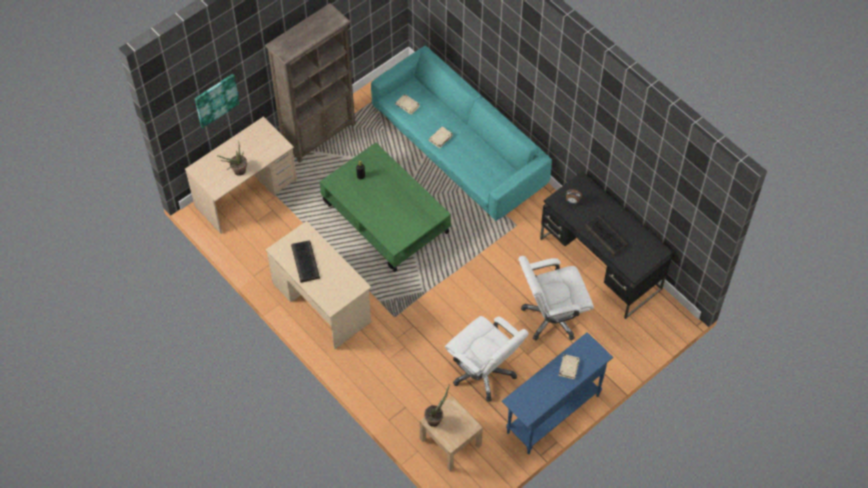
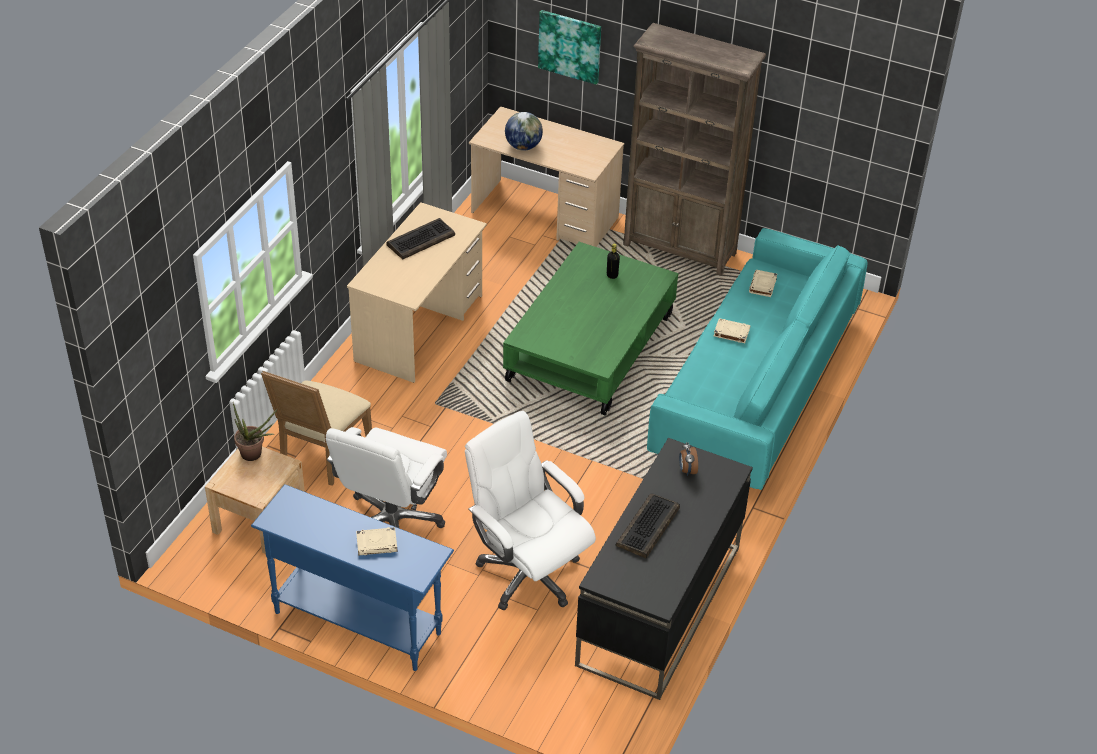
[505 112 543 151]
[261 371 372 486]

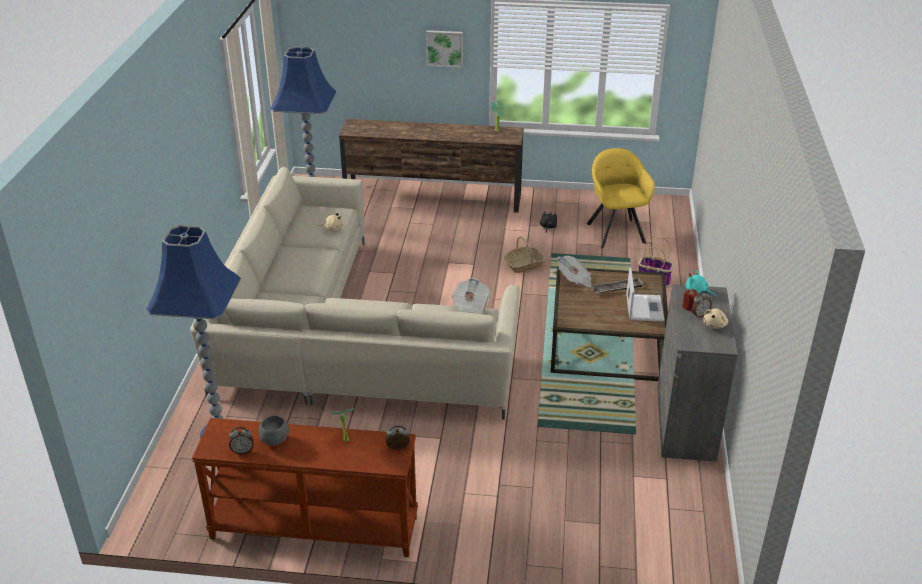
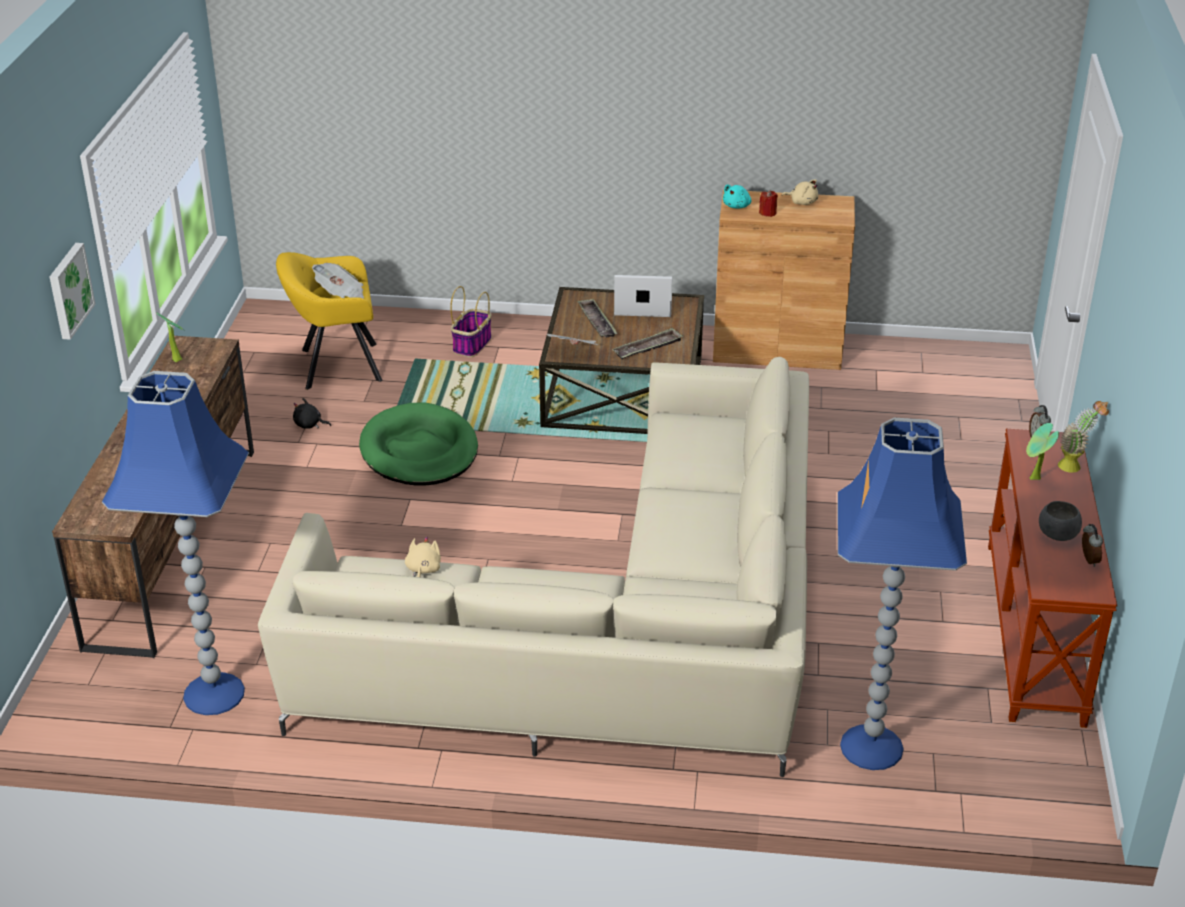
[359 402 478 485]
[312 263 364 299]
[713 190 855 370]
[692 291 712 318] (first image)
[612 328 683 359]
[1058 401 1109 473]

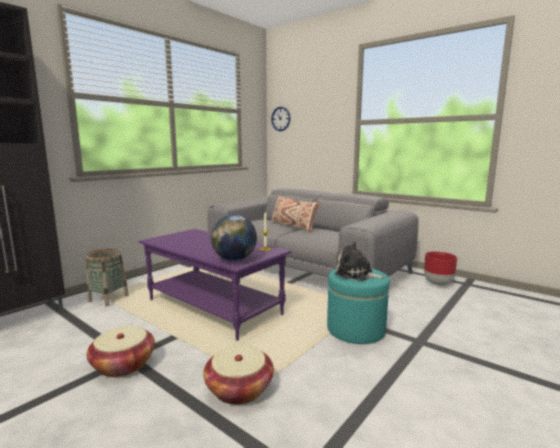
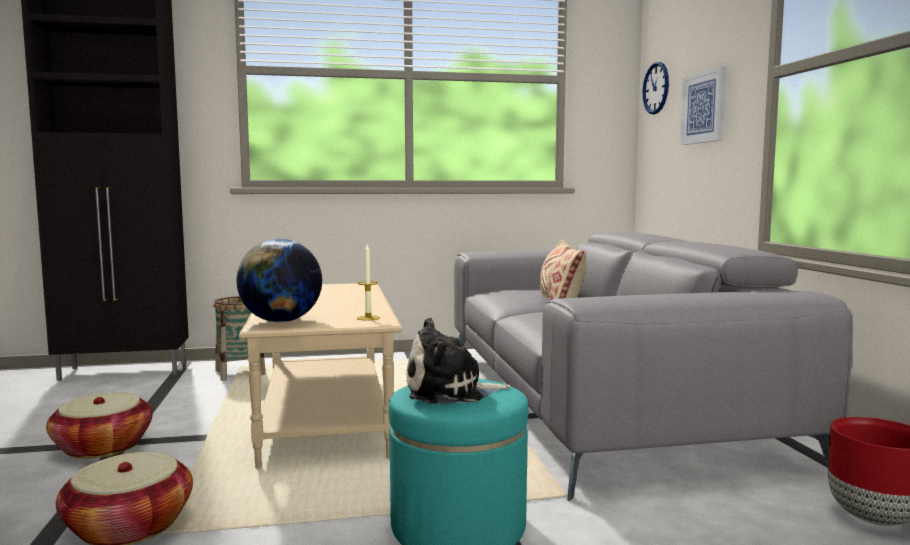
[239 283 403 468]
[406 318 510 404]
[680 66 726 145]

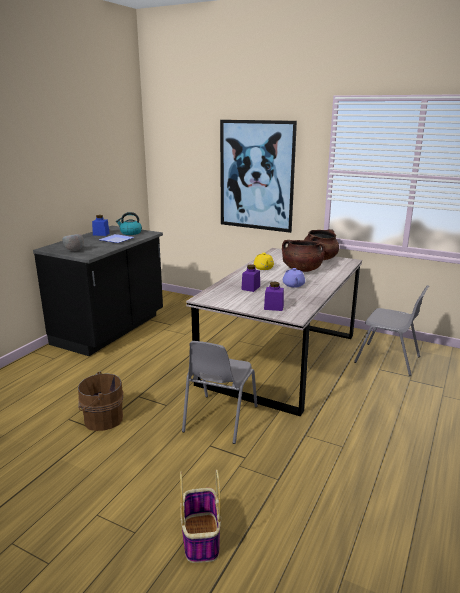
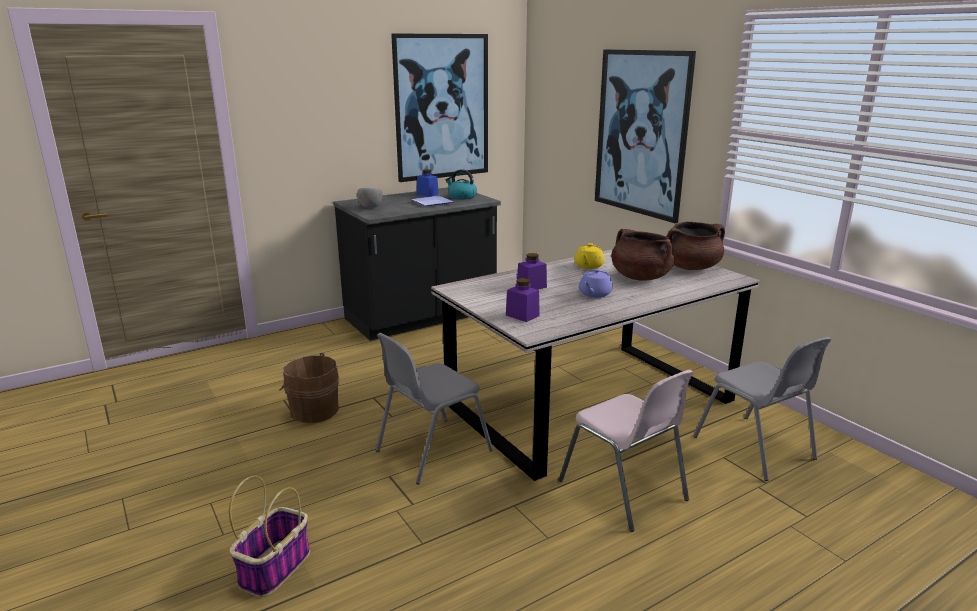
[391 34 488 182]
[559 370 693 532]

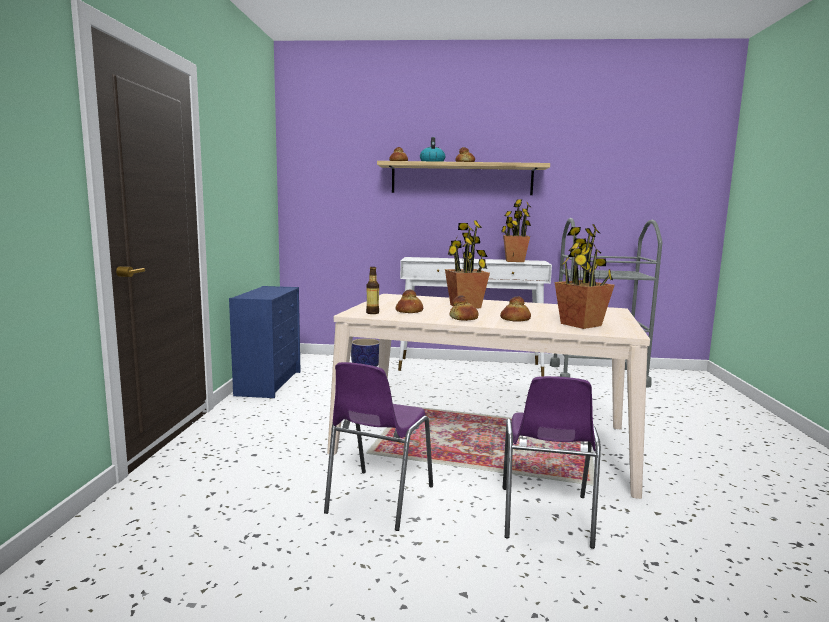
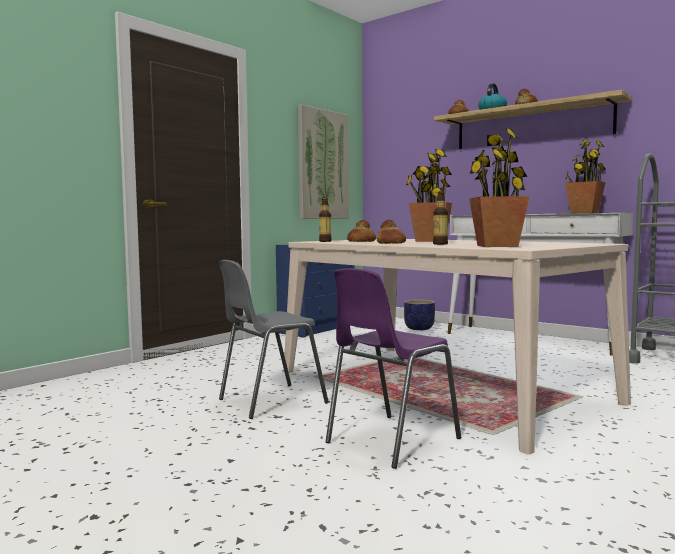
[433 191 448 245]
[218 260 329 419]
[298 104 349 219]

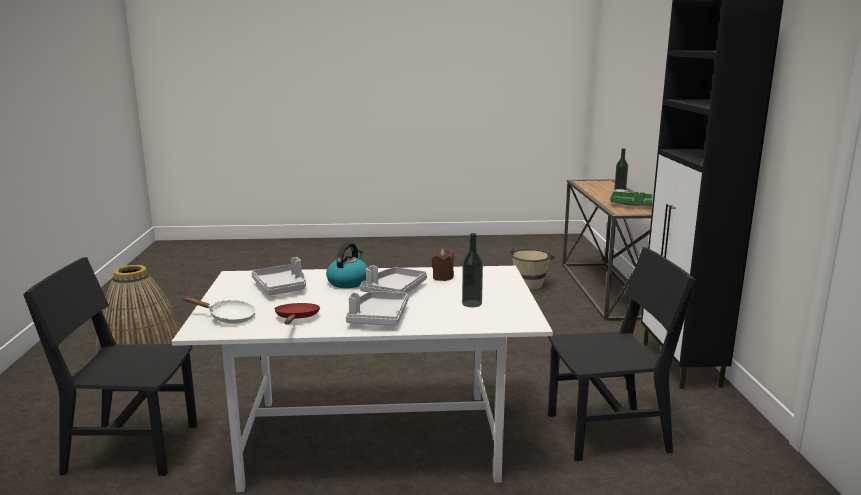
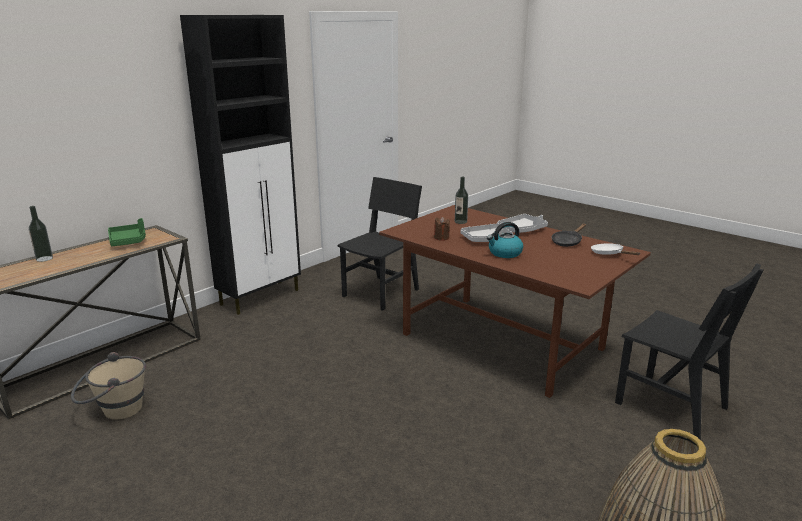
[338 177 422 311]
[252 257 306 295] (first image)
[379 205 651 398]
[551 224 586 247]

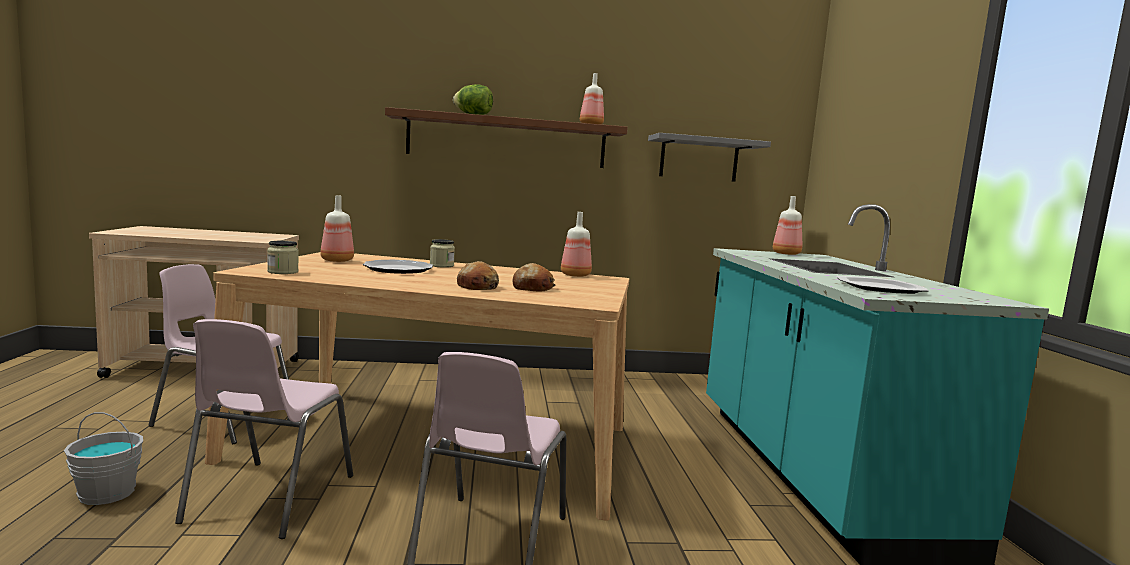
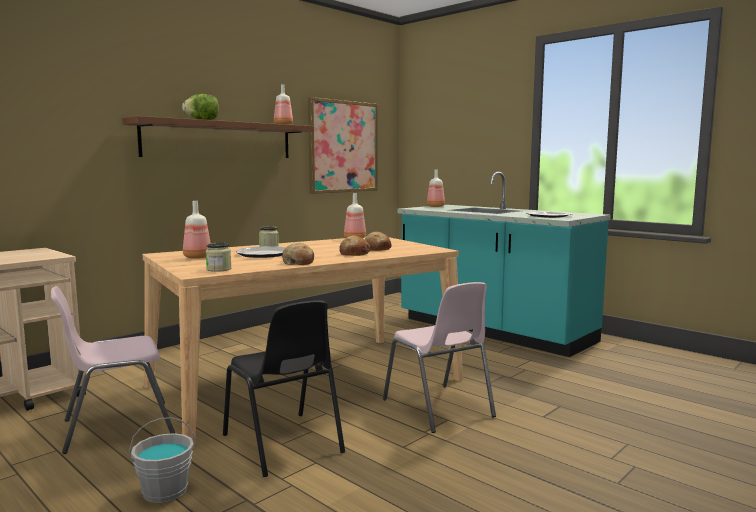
[308 97 378 194]
[223 300 345 477]
[282 243 314 265]

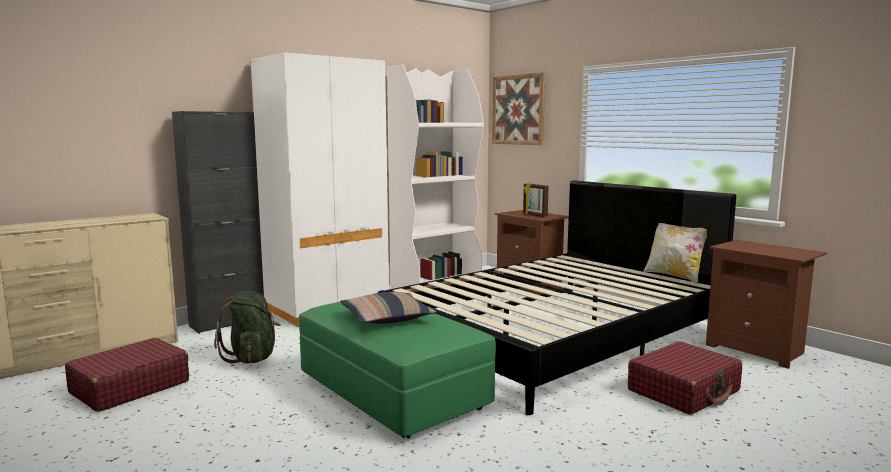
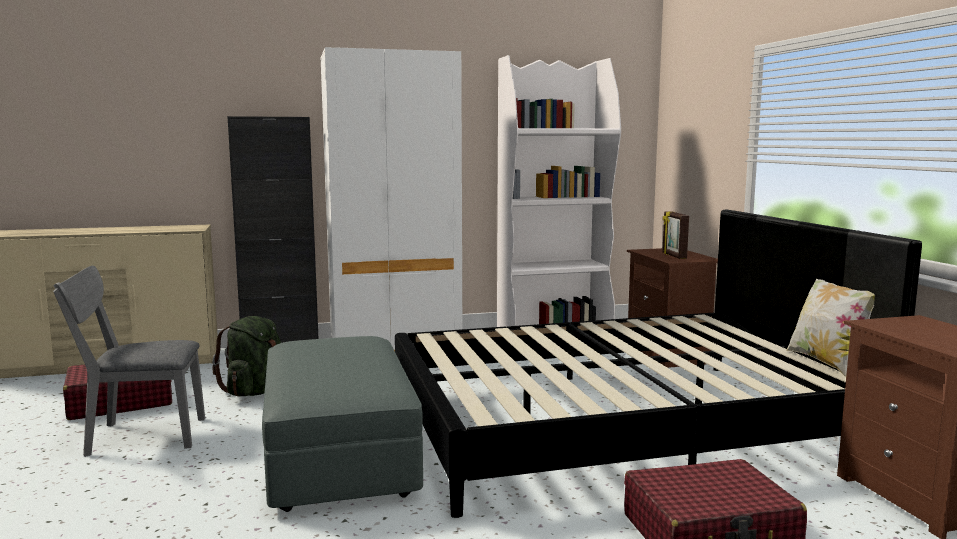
[492 72 545 145] (first image)
[340 292 436 324] (first image)
[262 336 423 512]
[53 266 205 457]

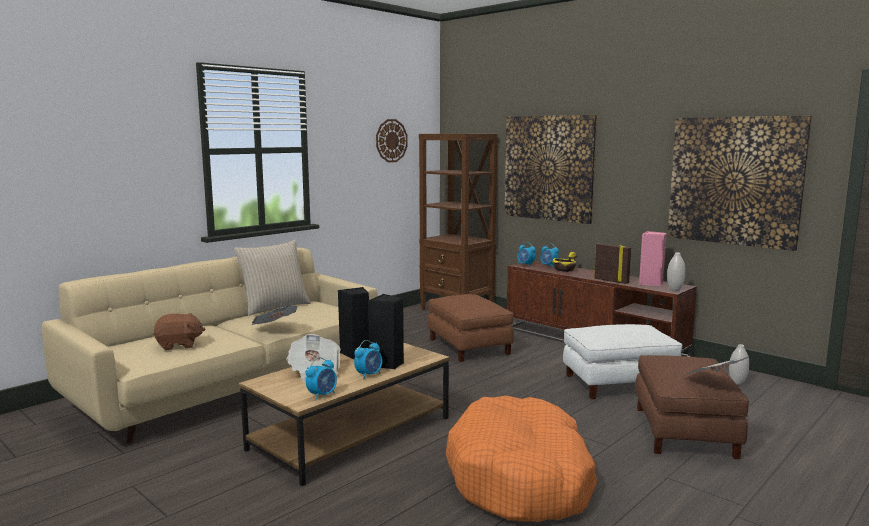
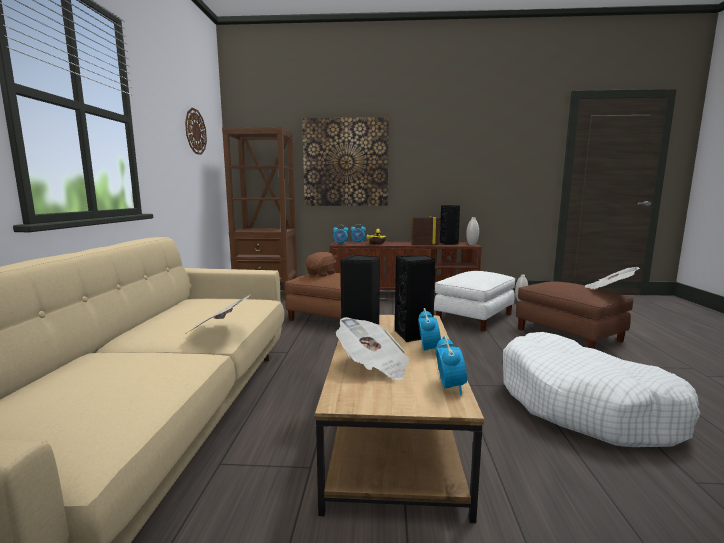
[668 116 812 251] (first image)
[440 205 460 245]
[234 240 311 316] (first image)
[306 252 337 276]
[503 332 701 447]

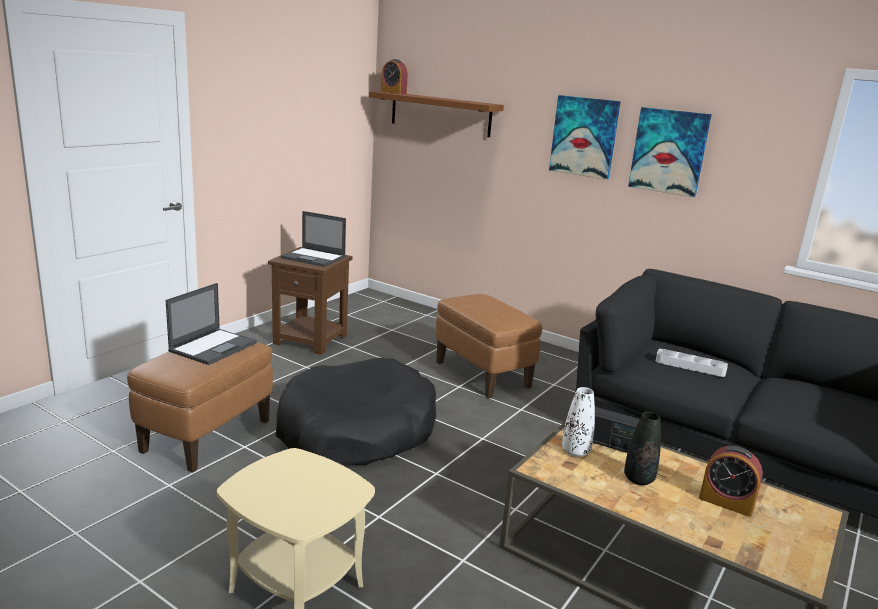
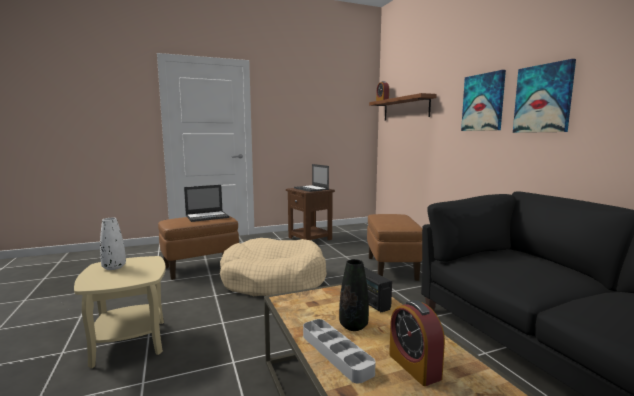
[303 319 376 383]
[220 238 327 296]
[100 218 126 270]

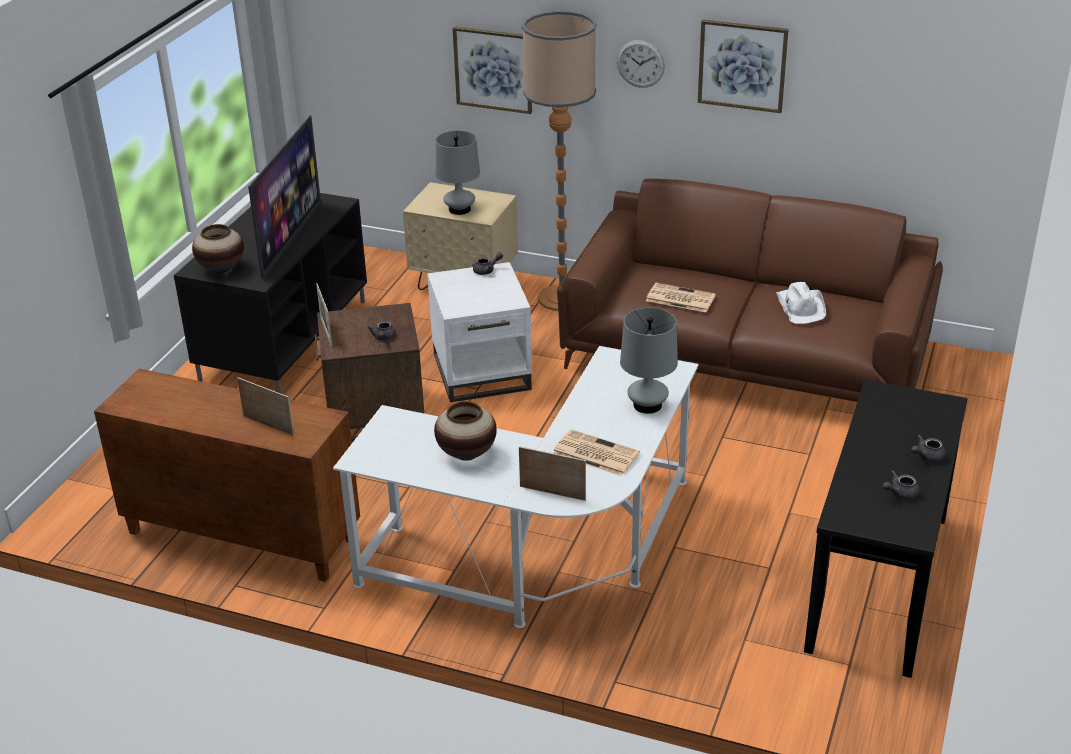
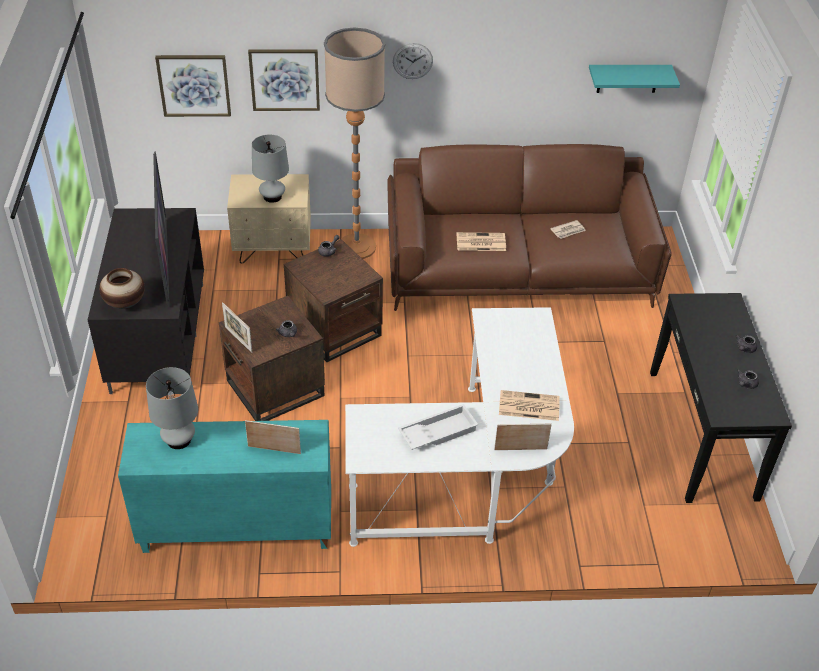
[155 55 231 117]
[284 239 383 362]
[550 220 586 239]
[146 367 198 449]
[118 420 331 553]
[398 404 478 450]
[589 65 680 93]

